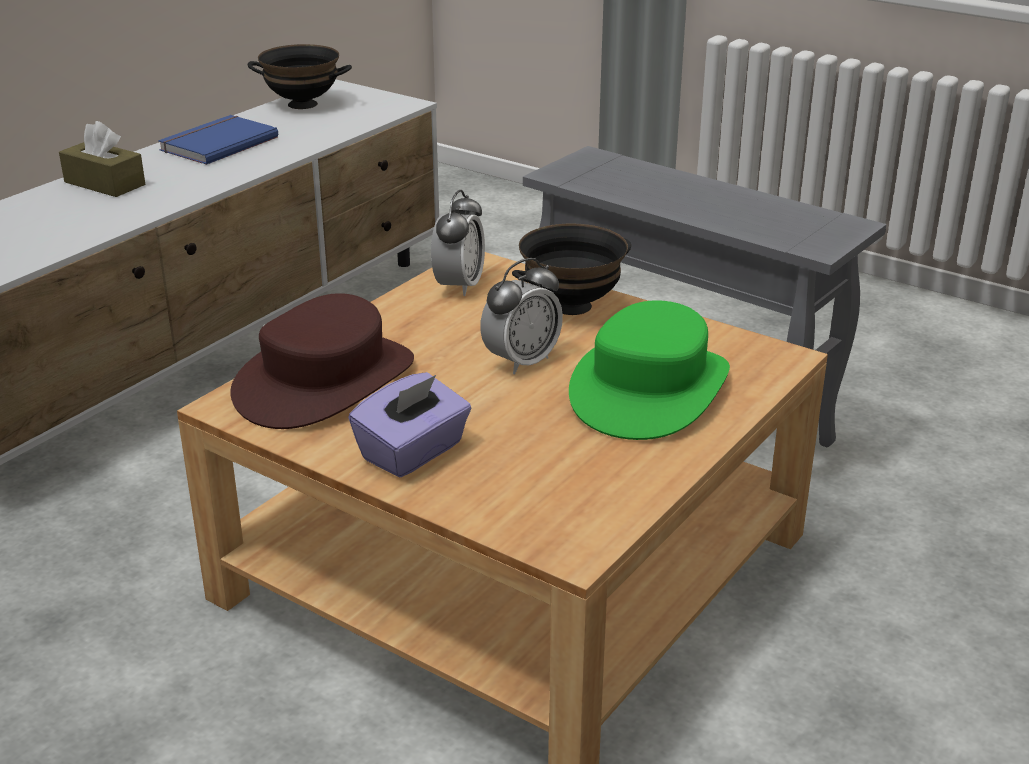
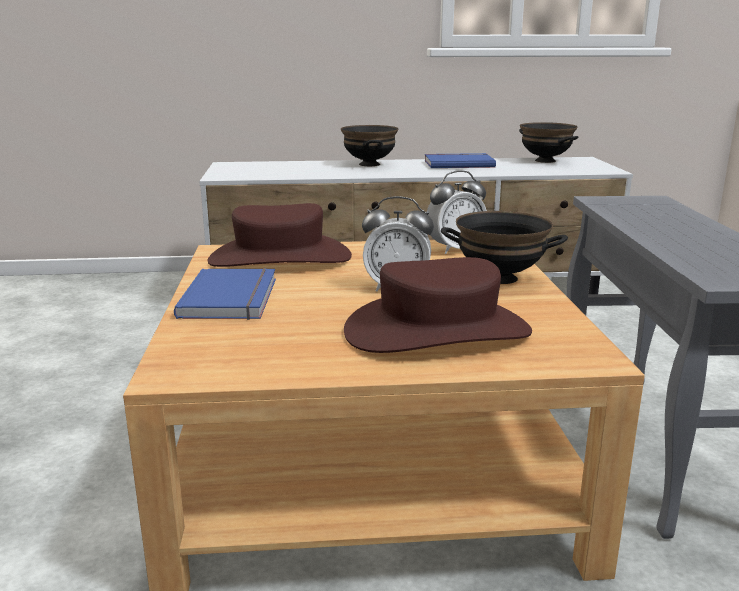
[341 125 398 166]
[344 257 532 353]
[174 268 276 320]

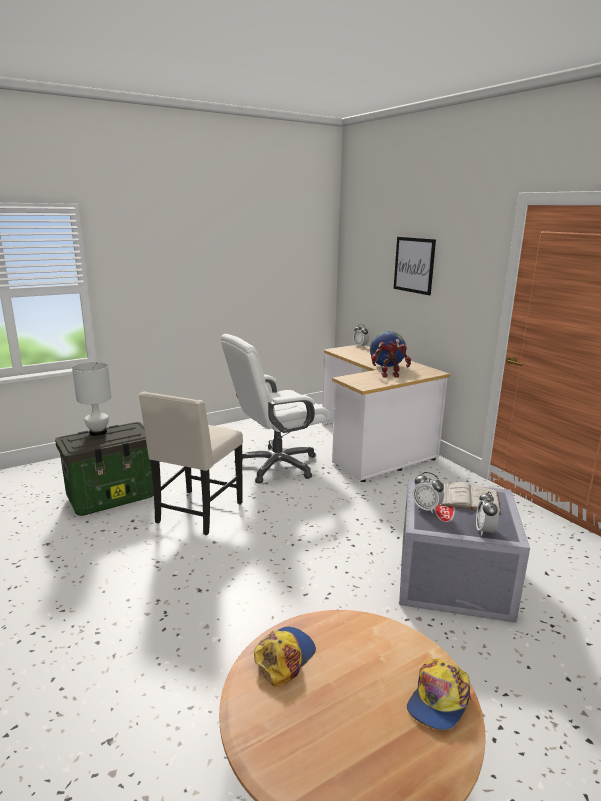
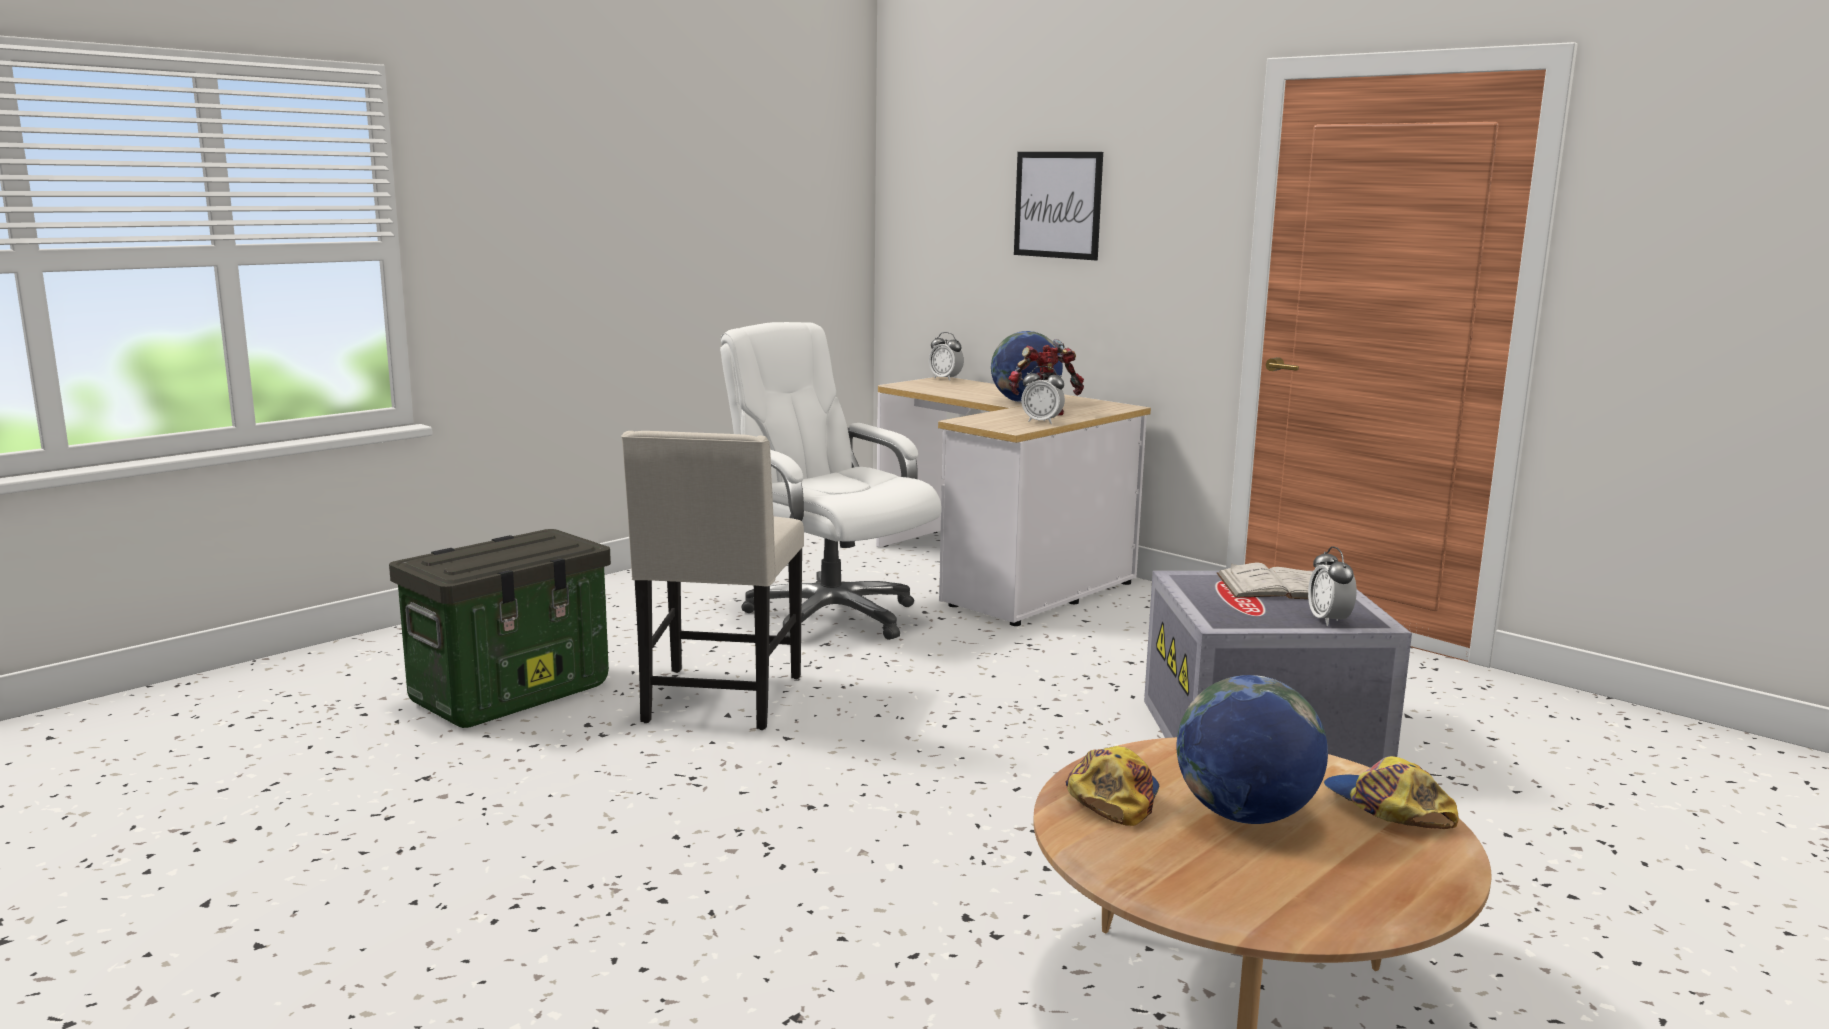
[720 322 942 640]
[72 362 111 436] (first image)
[1021 366 1065 424]
[1324 756 1459 829]
[1177 675 1328 824]

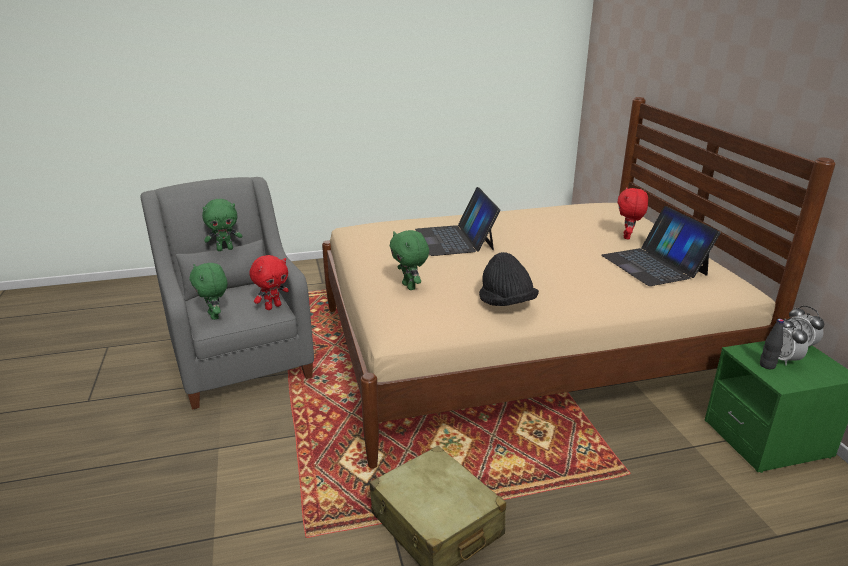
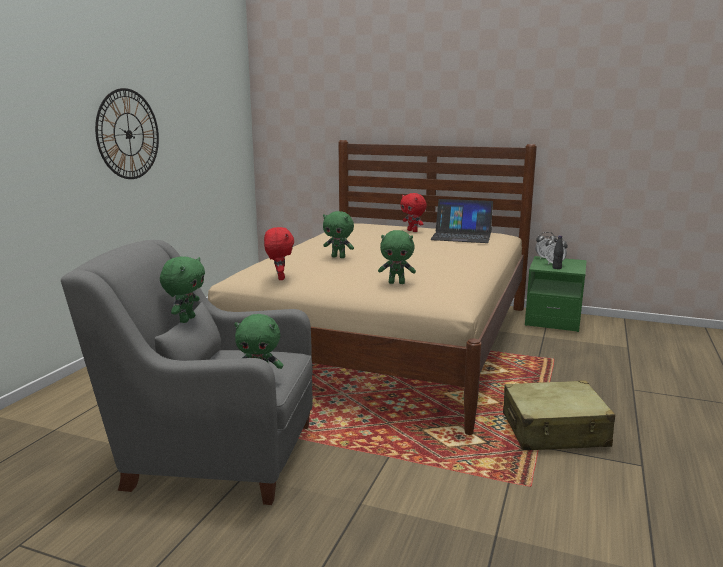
[323 211 354 258]
[479 252 539 306] (first image)
[264 227 294 280]
[95 88 159 179]

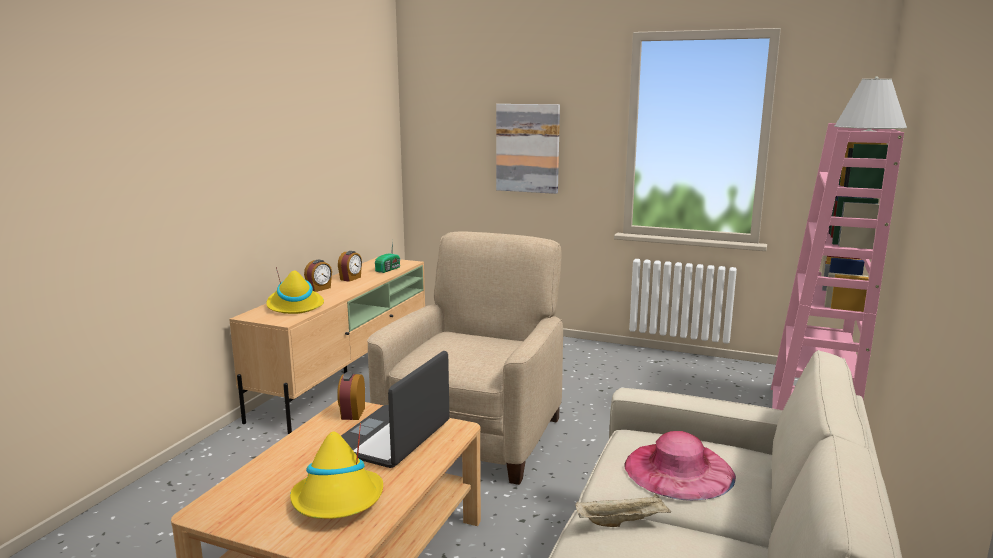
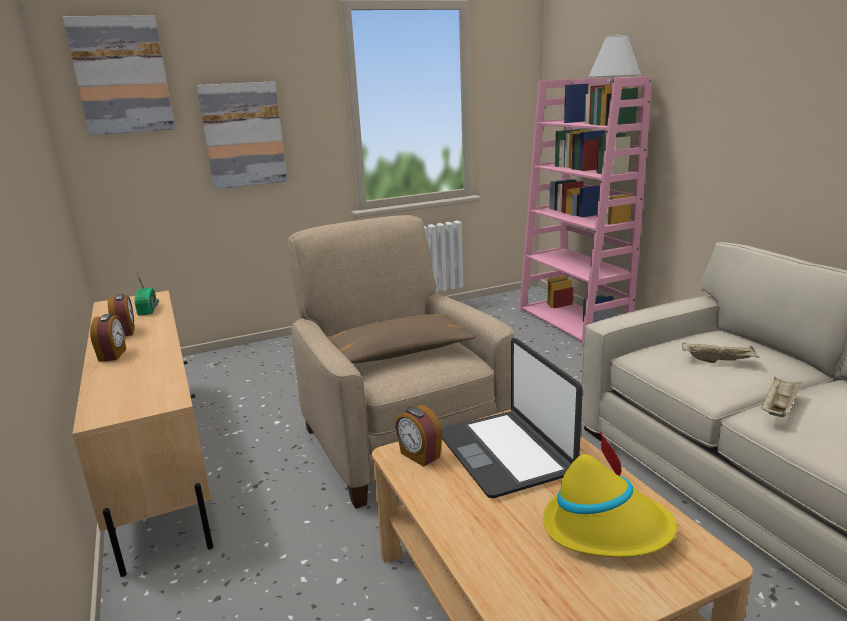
[266 267 324 314] (first image)
[682 342 759 363]
[63 15 175 135]
[328 314 476 364]

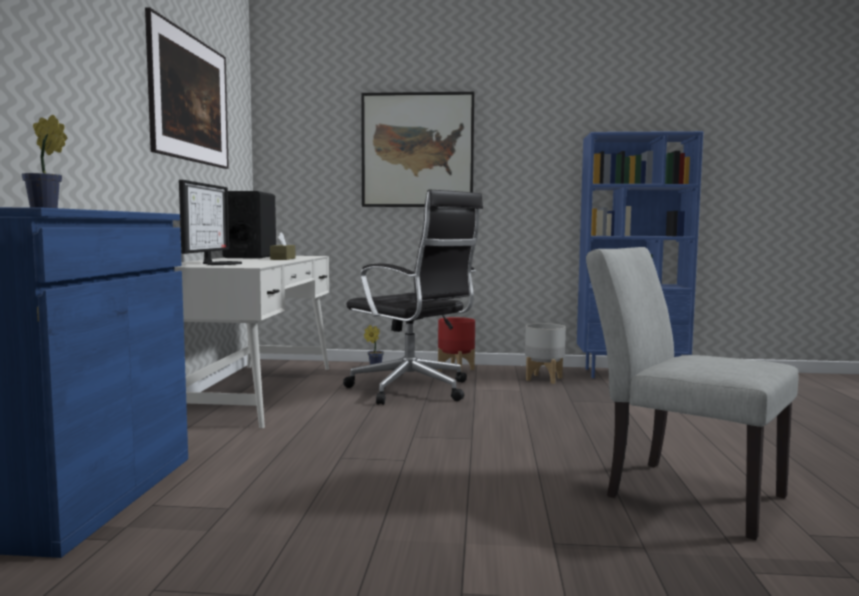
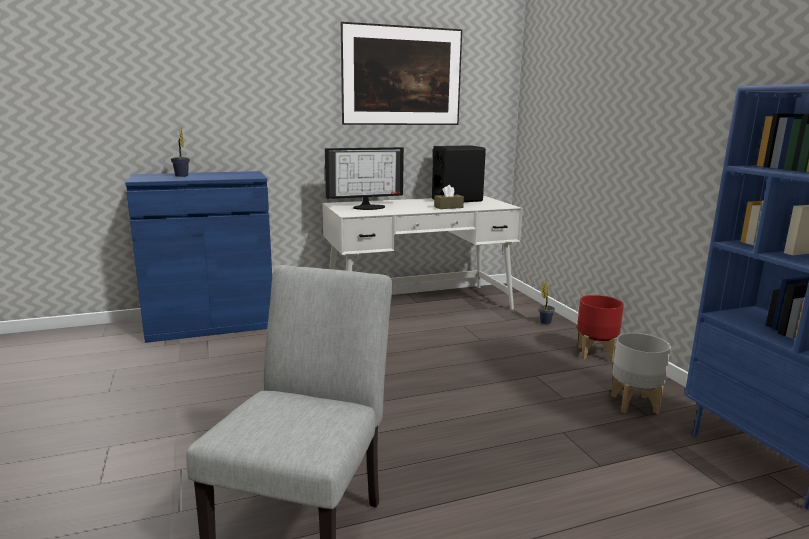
[361 92 474 207] (first image)
[343 189 483 405] (first image)

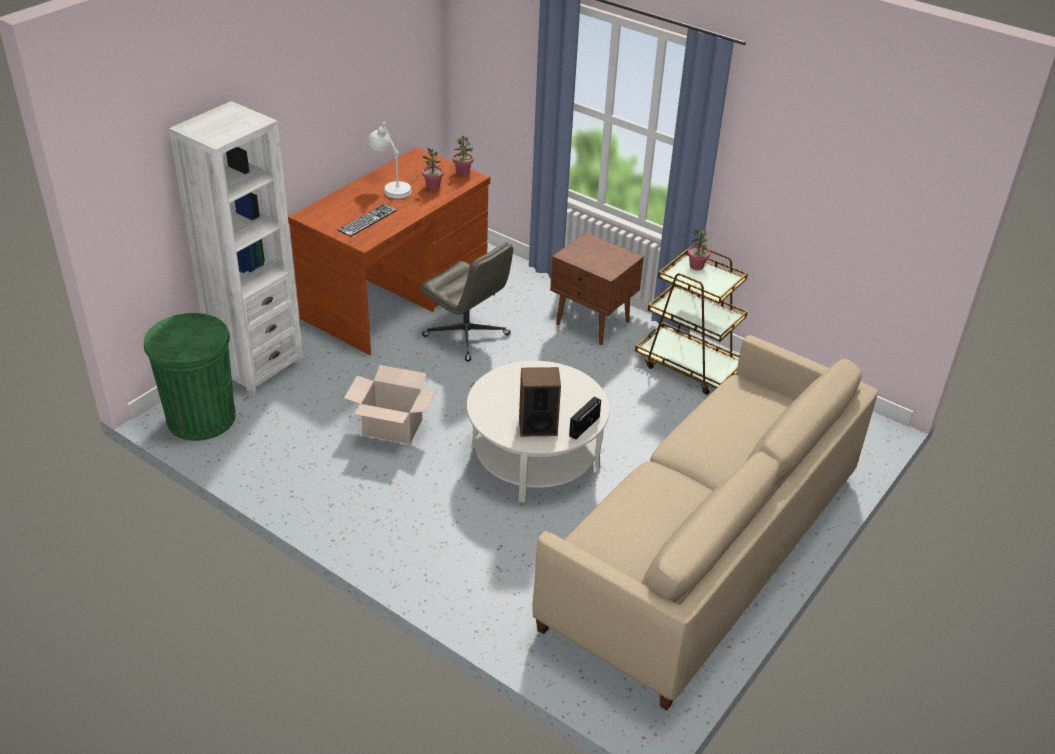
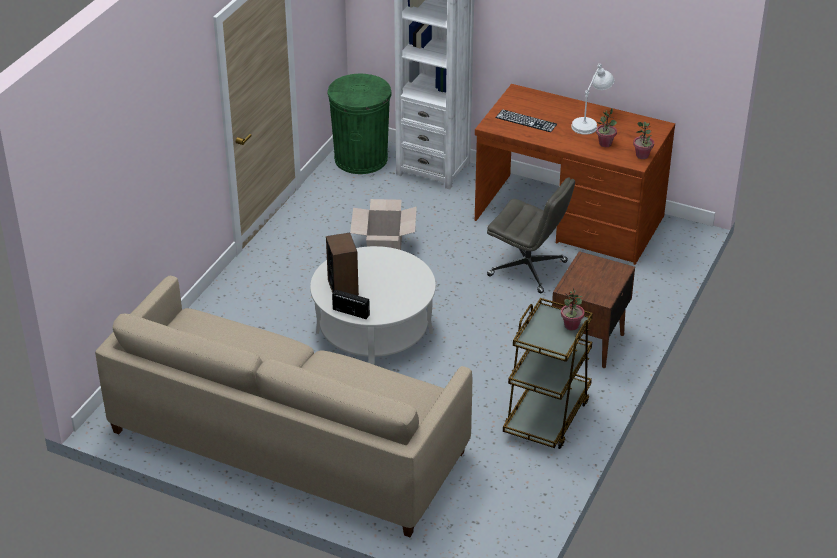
[487 177 575 293]

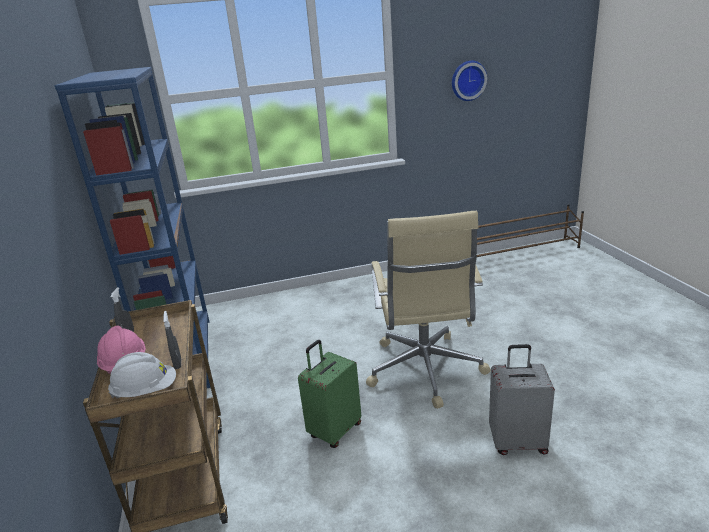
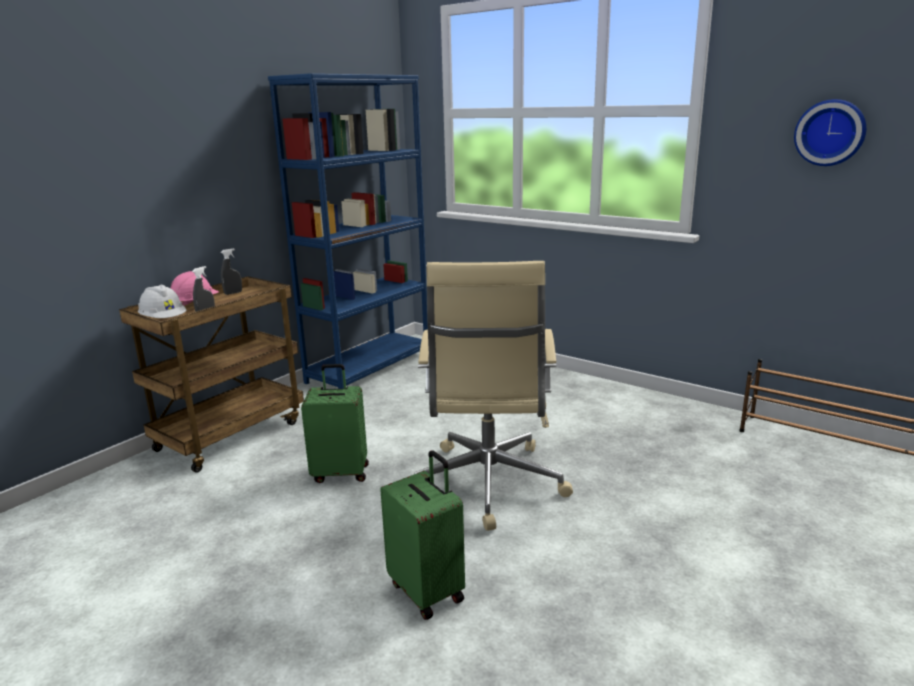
[415 261 573 531]
[380 450 465 620]

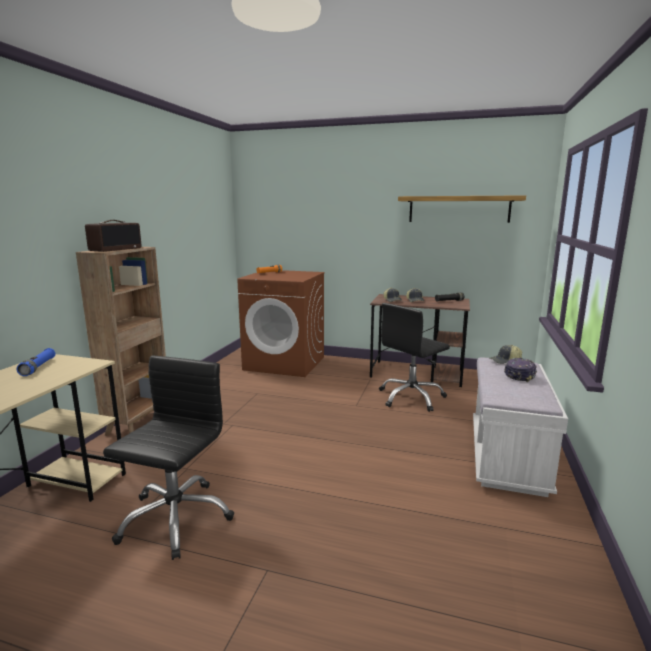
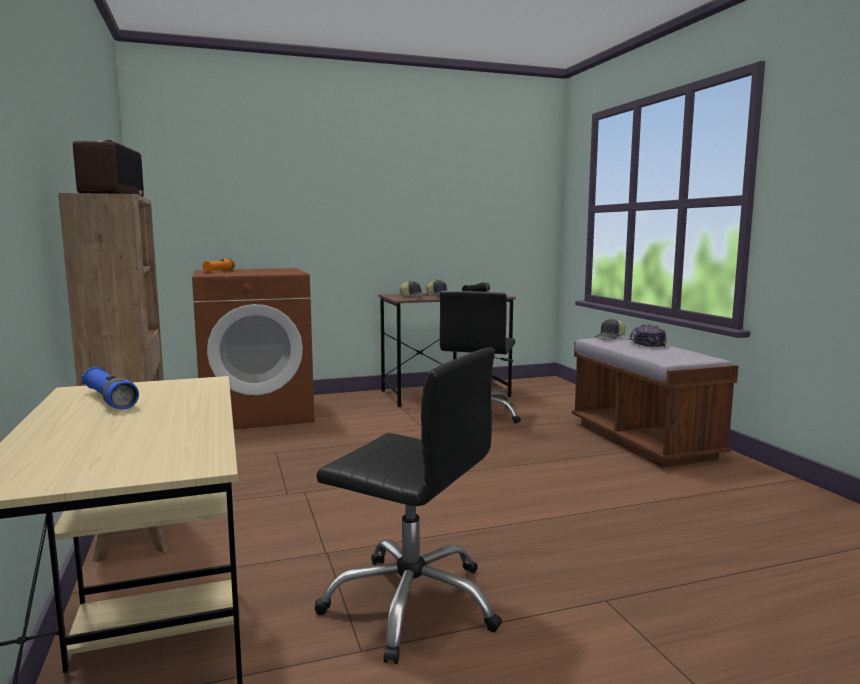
[398 195 526 223] (first image)
[315 347 502 664]
[572 337 738 468]

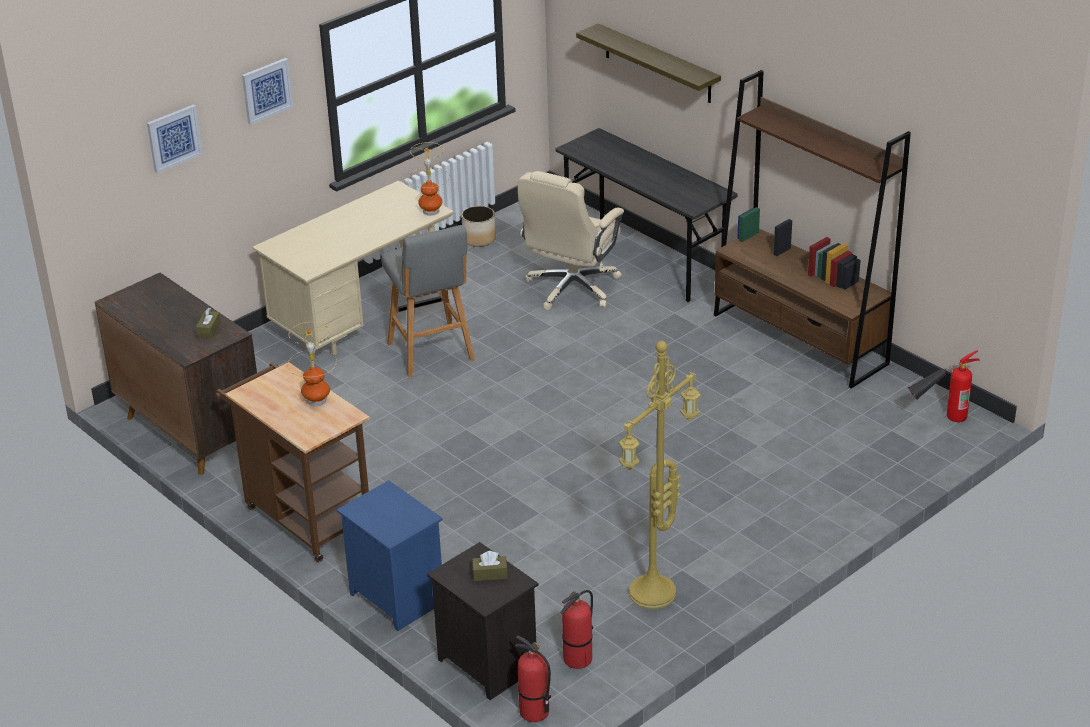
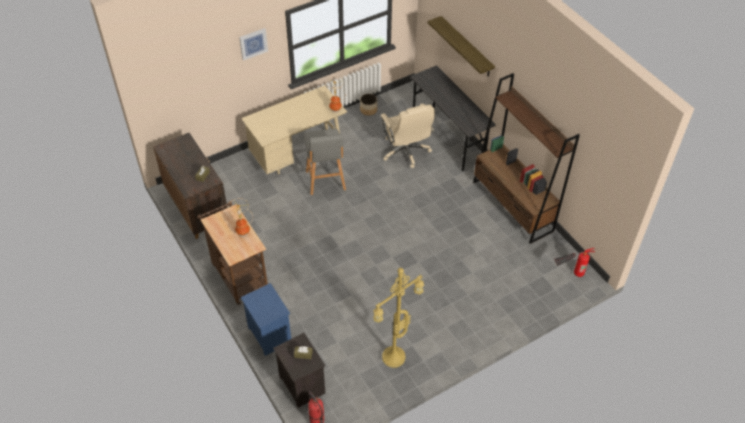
[147 104 203 173] (first image)
[381 104 435 168]
[561 590 593 669] (first image)

